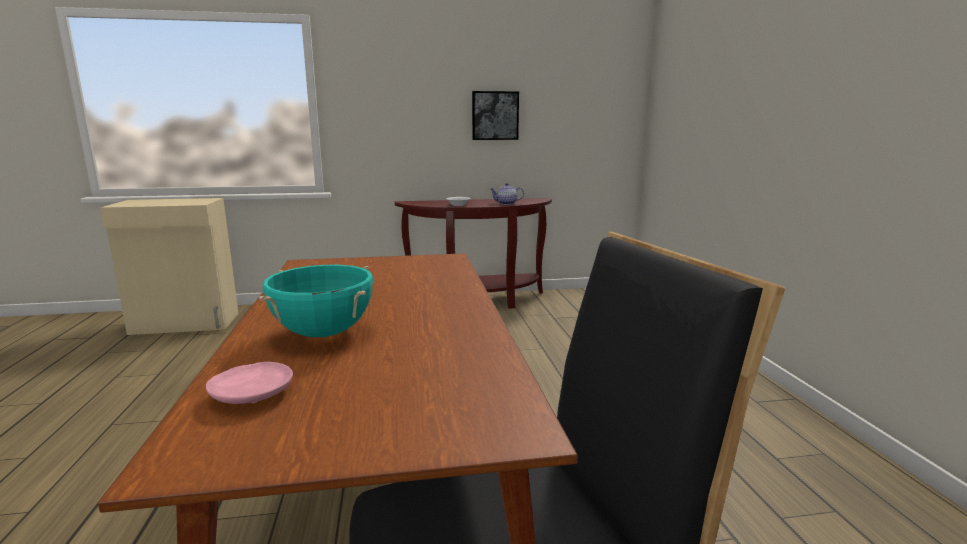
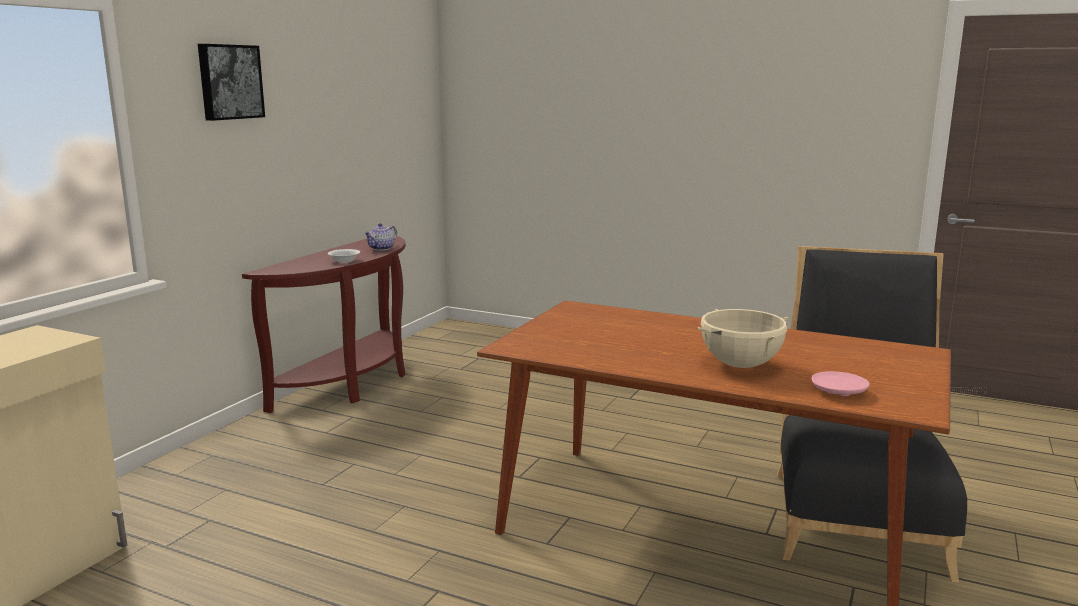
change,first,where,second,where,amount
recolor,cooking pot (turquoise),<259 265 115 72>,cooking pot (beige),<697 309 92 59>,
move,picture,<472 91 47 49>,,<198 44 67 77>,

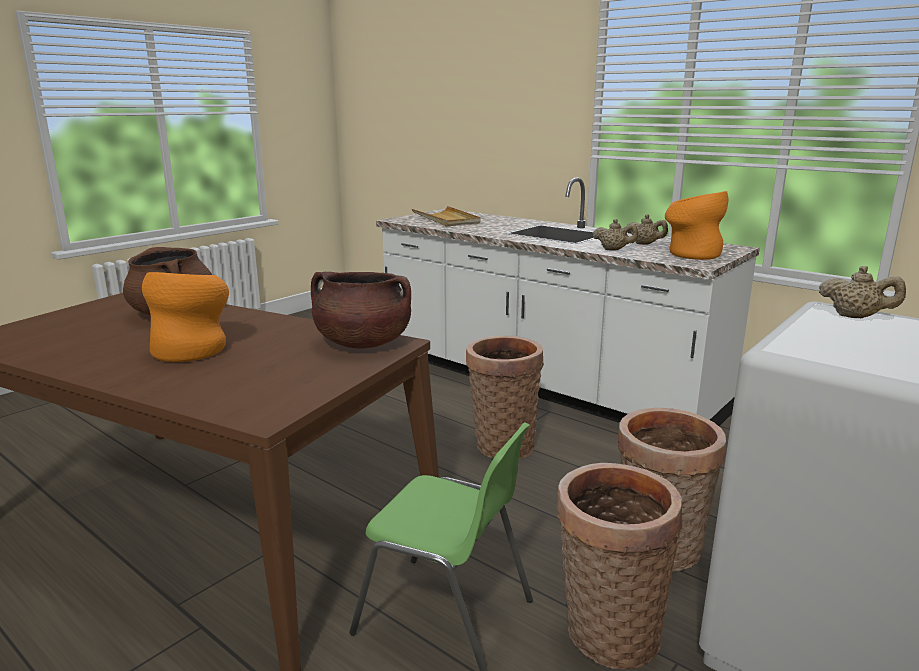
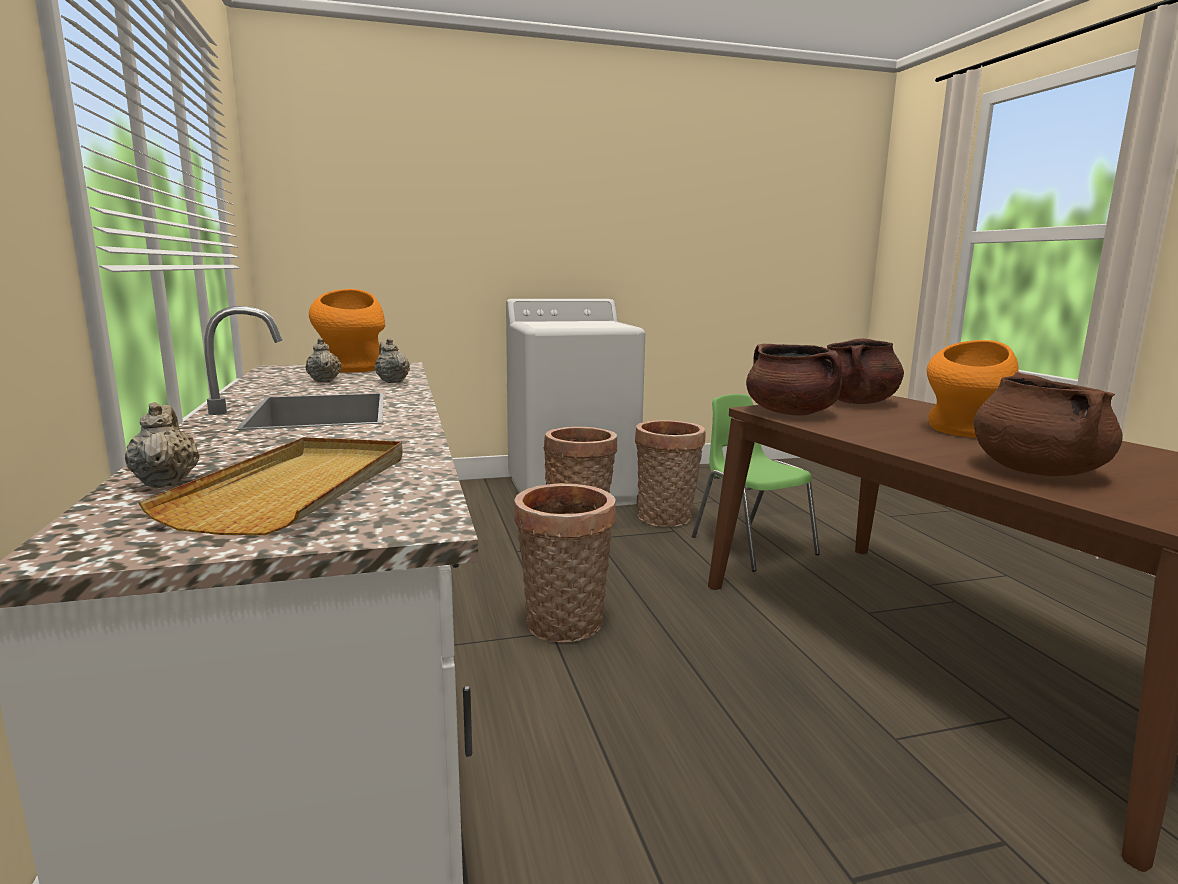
change,first,where,second,where,amount
move,teapot (beige),<819 266 87 52>,,<125 402 75 85>,
insert,,,cooking pot (brown),<827 338 77 66>,

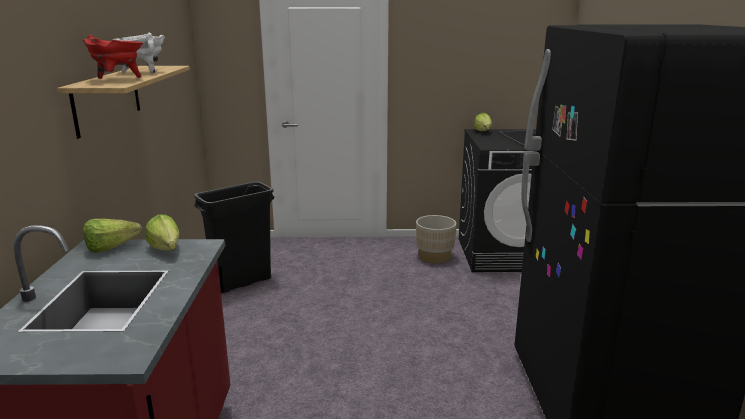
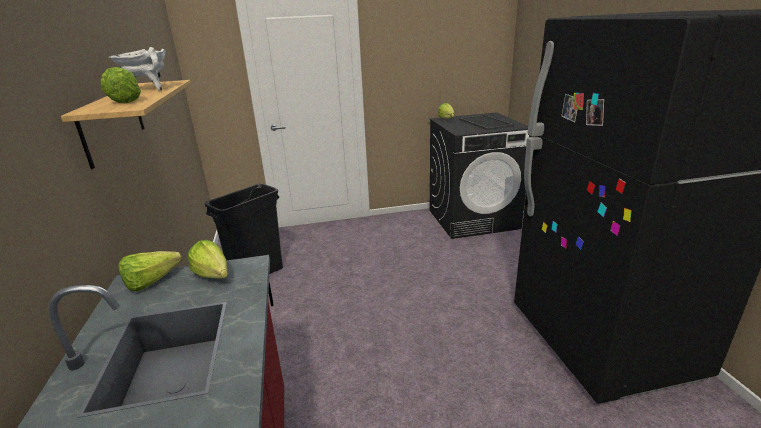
change,first,where,second,where,amount
replace,cooking pot (red),<83 34 60 45>,lettuce,<100 67 41 36>,
delete,planter (beige),<416 215 41 48>,,,

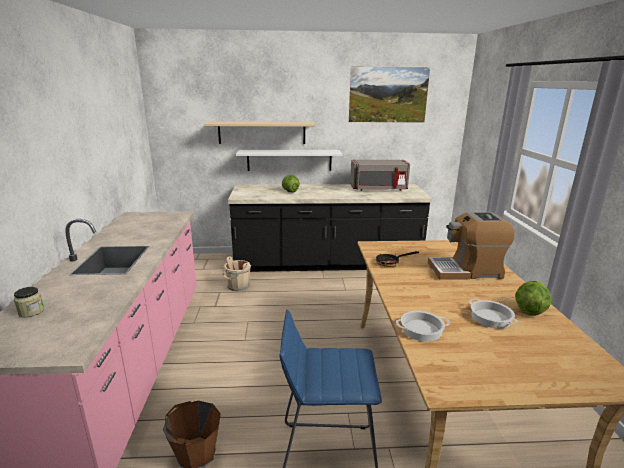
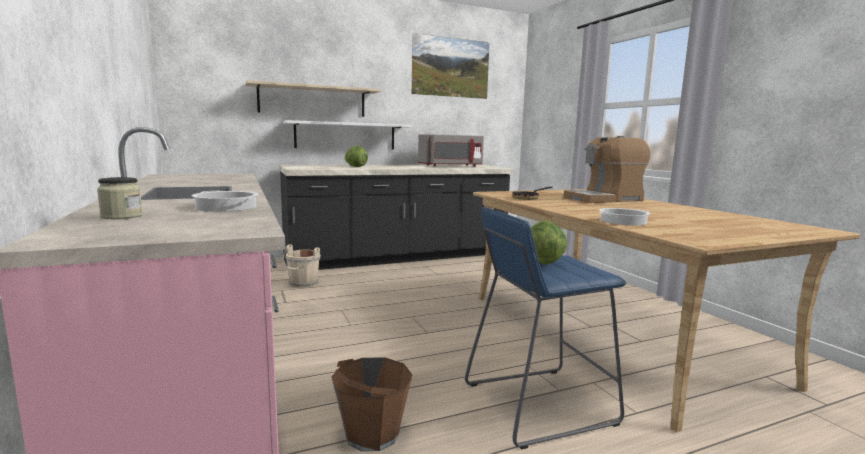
change,first,where,second,where,amount
move,cooking pot,<469 298 49 31>,,<191 191 68 21>,
move,lettuce,<515 281 36 35>,,<531 220 36 45>,

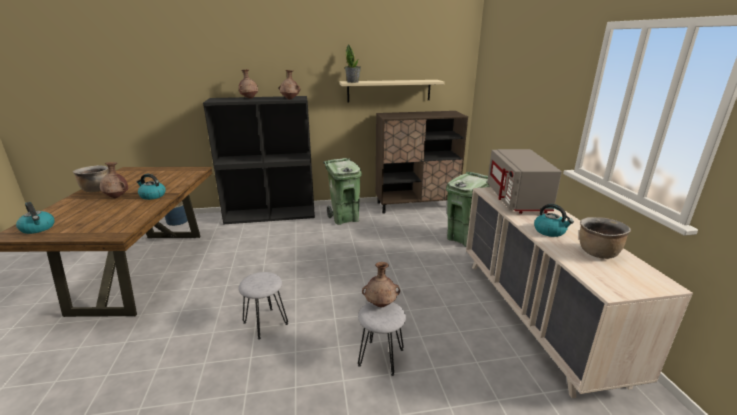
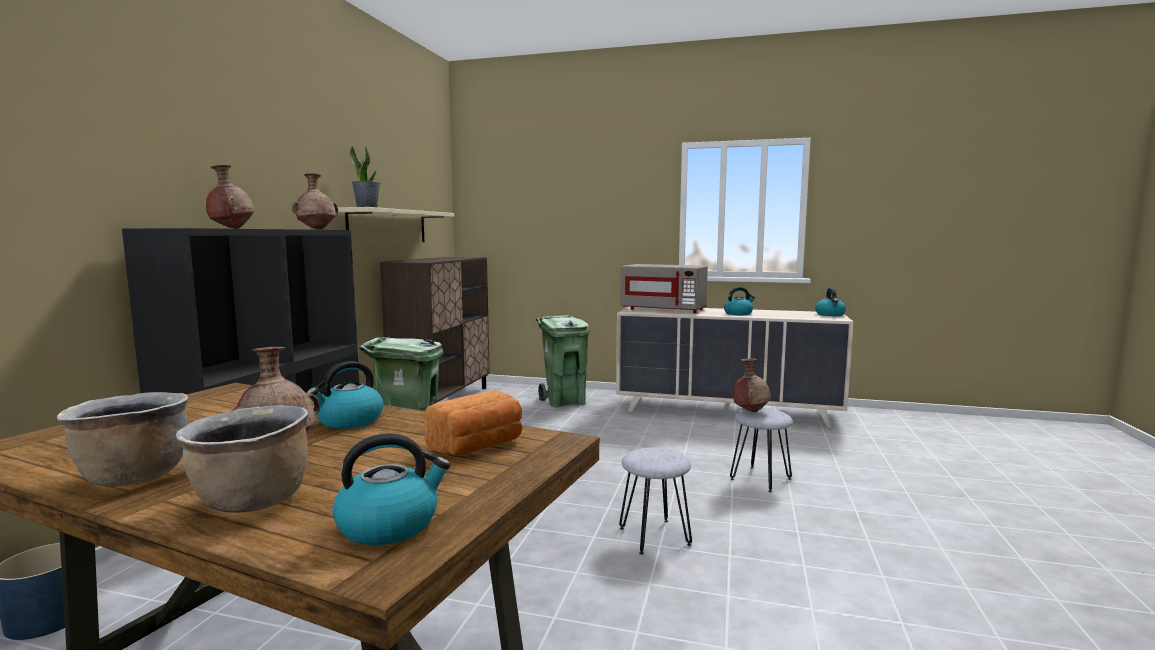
change,first,where,second,where,amount
move,cooking pot (brown),<579 217 52 42>,,<176 405 133 108>,
insert,,,bread,<424 390 98 66>,
insert,,,kettle,<815 288 31 28>,

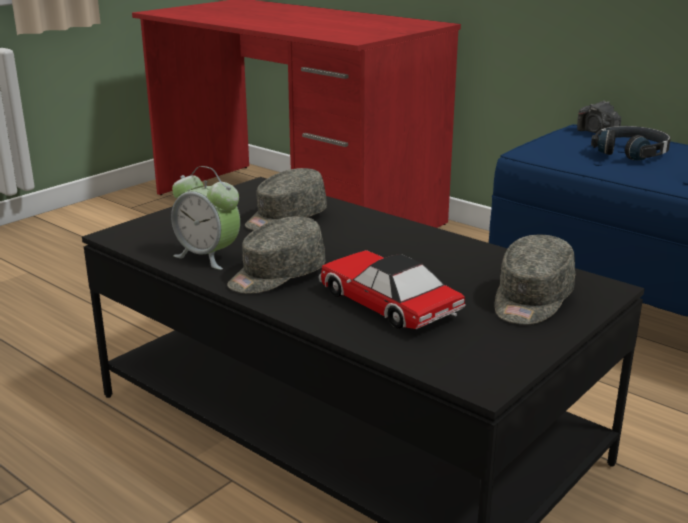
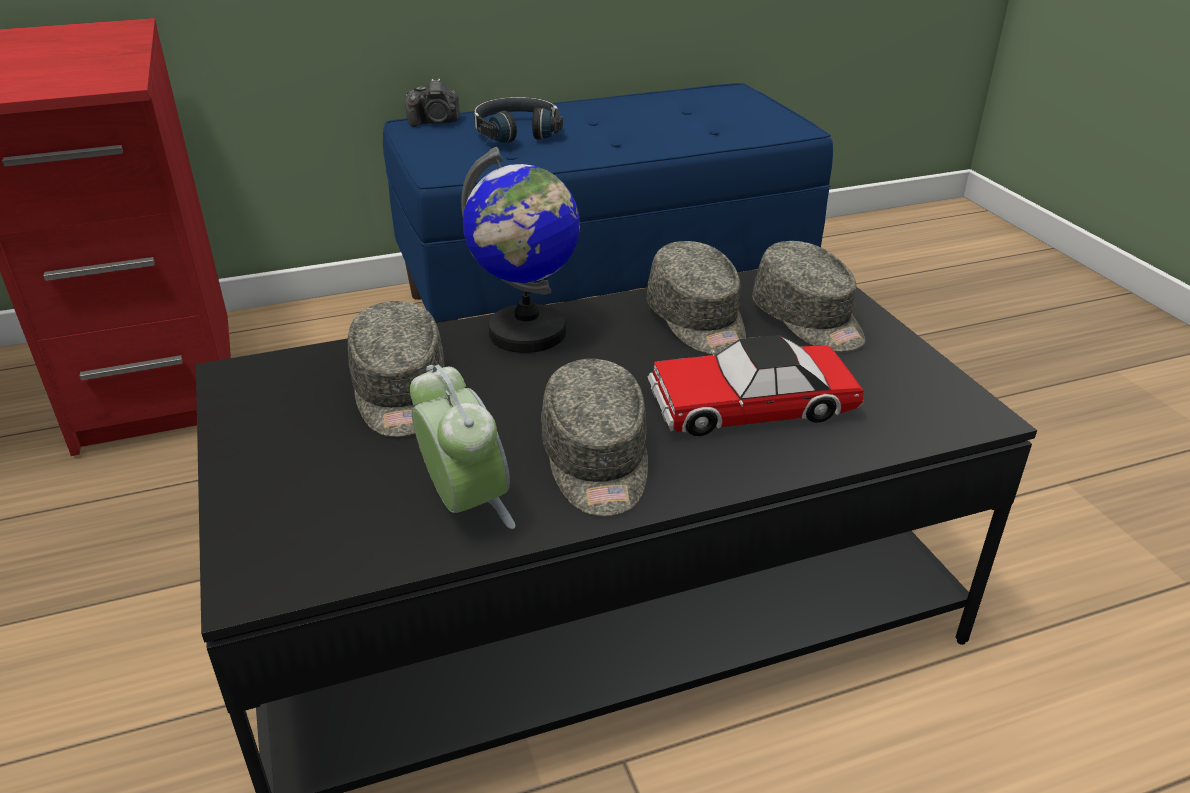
change,first,where,second,where,amount
rotate,alarm clock,<171 166 69 104>,,<410 365 105 164>,90 degrees counterclockwise
insert,,,globe,<461 147 119 206>,
insert,,,cap (grey),<647 241 99 114>,

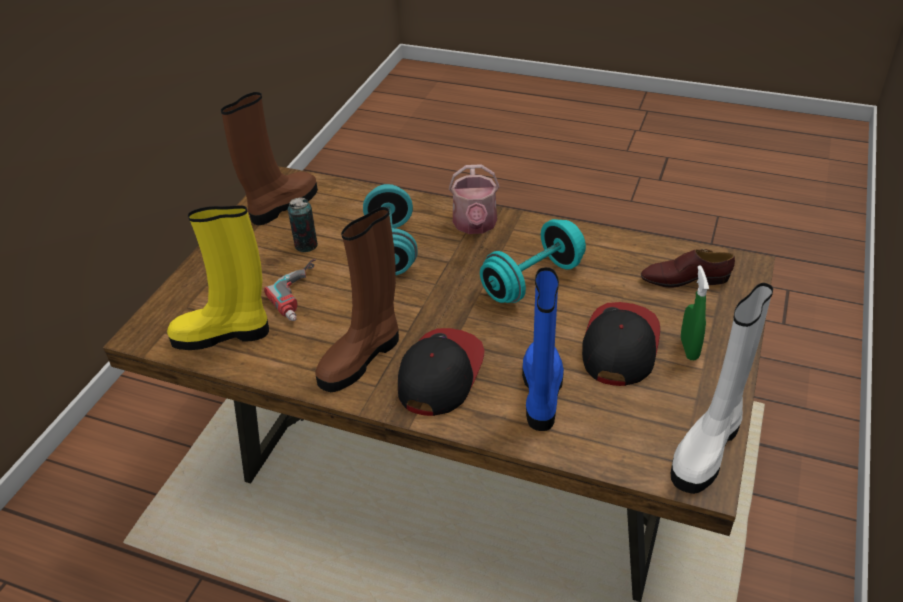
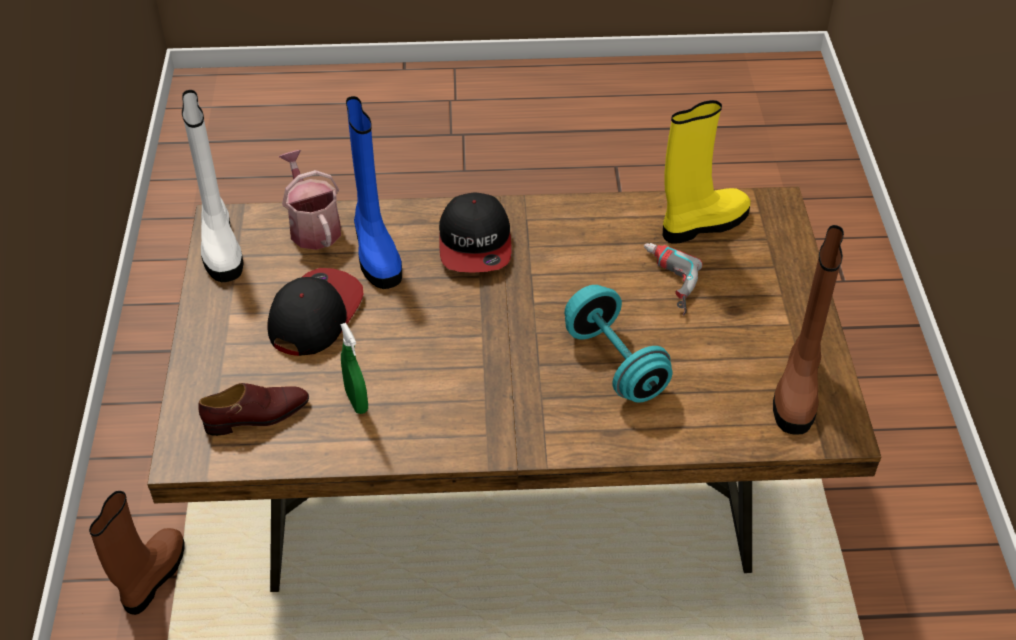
change,first,where,second,where,amount
delete,can,<287 198 31 54>,,,
move,boot (brown),<315 207 84 185>,,<89 491 96 124>,
move,watering can,<449 164 50 70>,,<279 150 62 100>,
delete,dumbbell (turquoise),<480 219 106 84>,,,
rotate,cap,<582 302 78 84>,,<268 268 95 88>,150 degrees counterclockwise
rotate,boot (white),<671 283 102 211>,,<182 90 62 192>,150 degrees clockwise
move,spray bottle (green),<681 265 28 95>,,<340 323 28 91>,

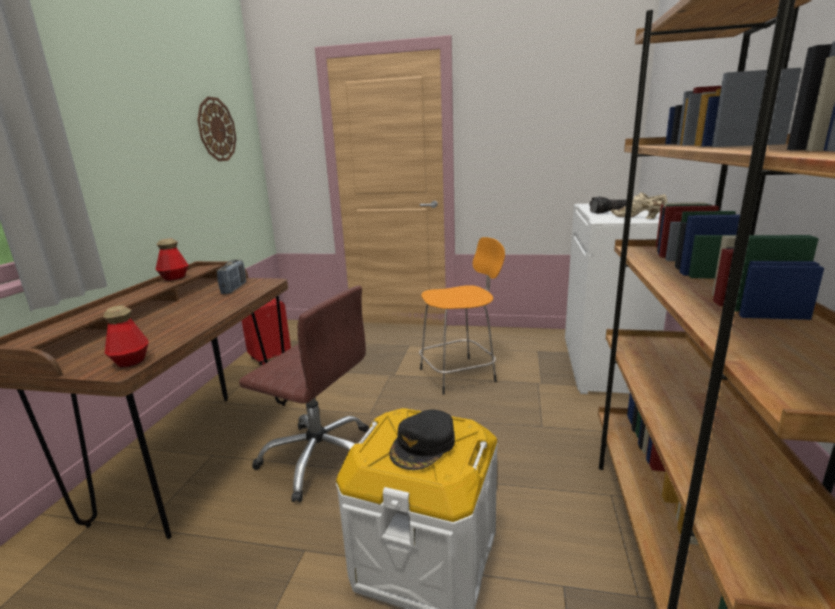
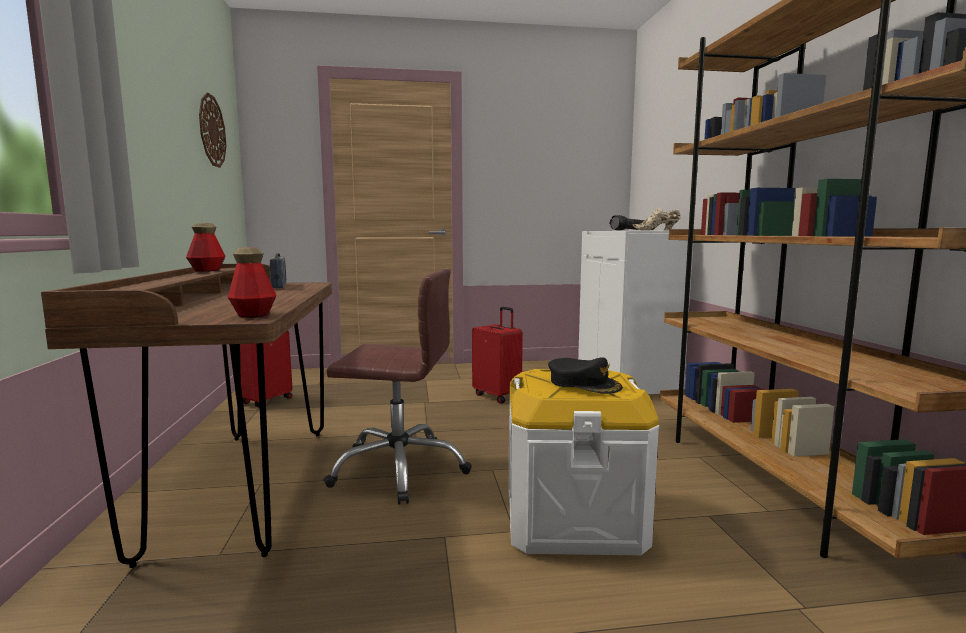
change,first,where,second,where,amount
rotate,cap (black),<389 410 66 60>,,<548 357 75 37>,60 degrees counterclockwise
replace,stool (orange),<419 237 86 158>,suitcase (red),<472 307 51 96>,

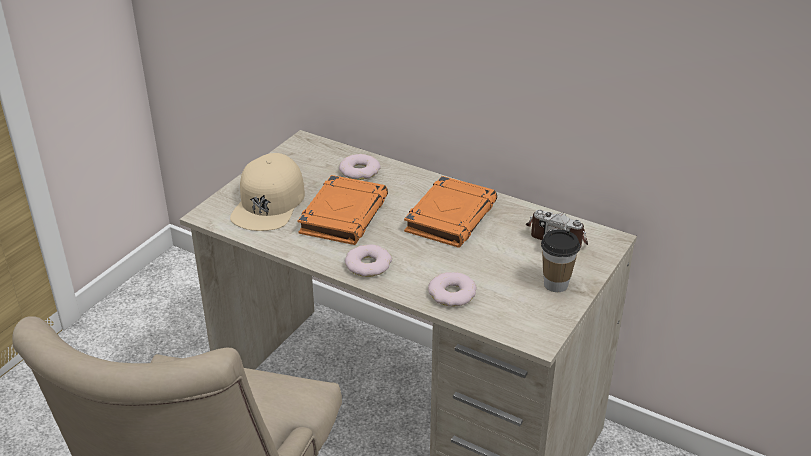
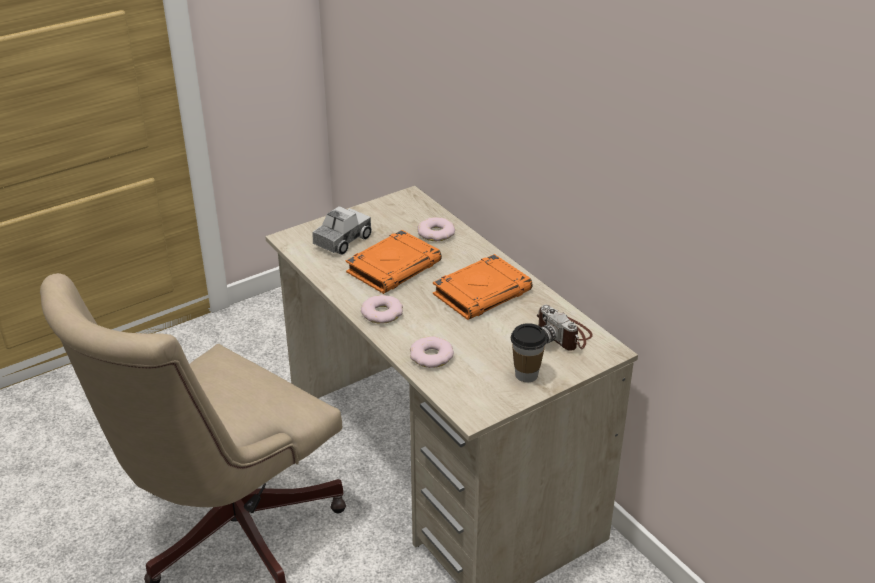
change,first,where,second,where,amount
replace,cap (beige),<230 153 75 78>,toy truck,<313 206 59 49>,

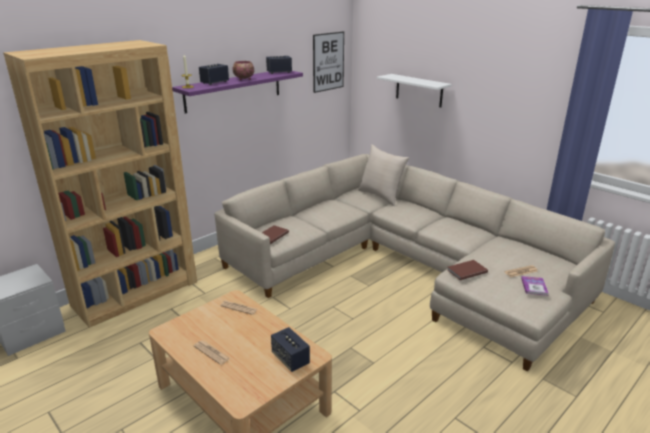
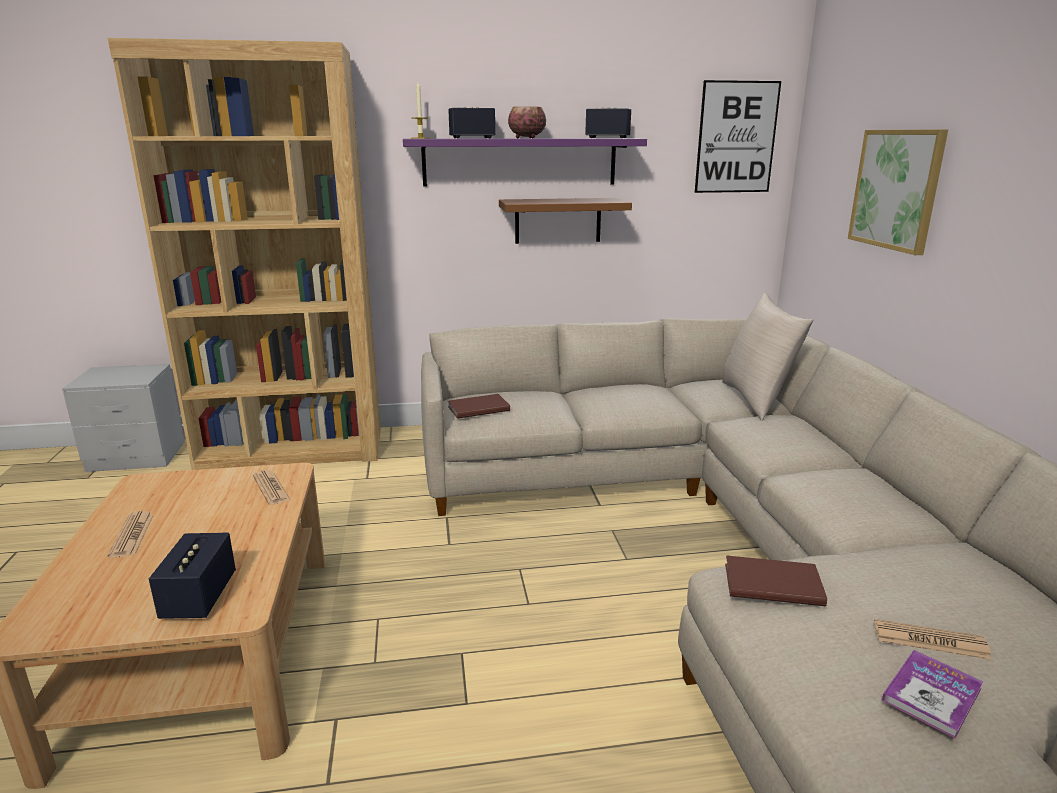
change,first,where,second,where,amount
replace,shelf (white),<377 74 75 33>,picture,<848 130 100 125>,
insert,,,shelf (brown),<499 198 133 46>,

